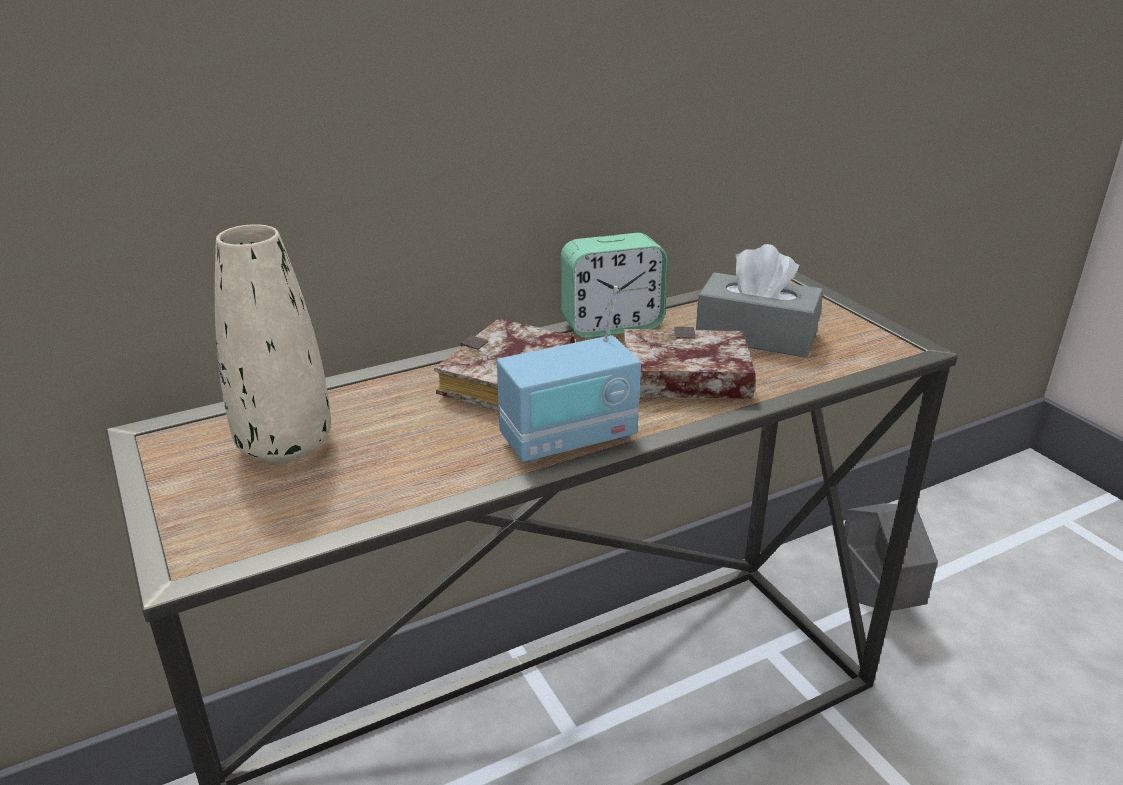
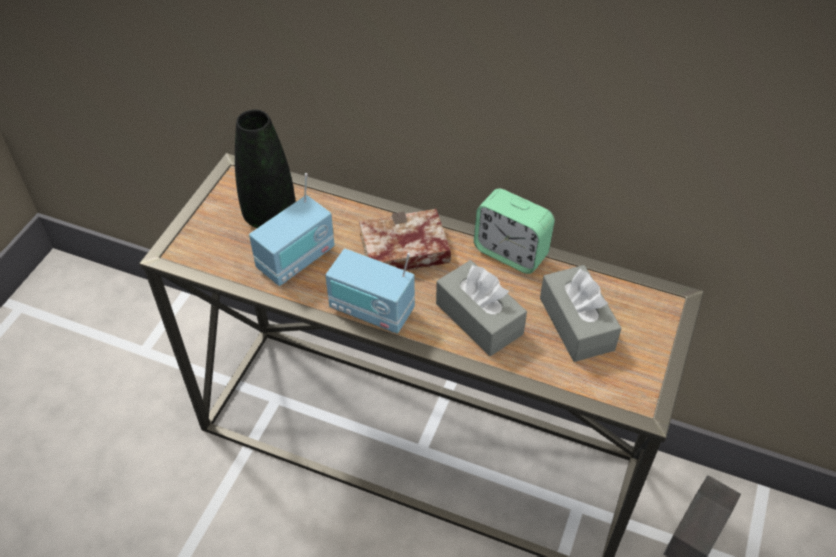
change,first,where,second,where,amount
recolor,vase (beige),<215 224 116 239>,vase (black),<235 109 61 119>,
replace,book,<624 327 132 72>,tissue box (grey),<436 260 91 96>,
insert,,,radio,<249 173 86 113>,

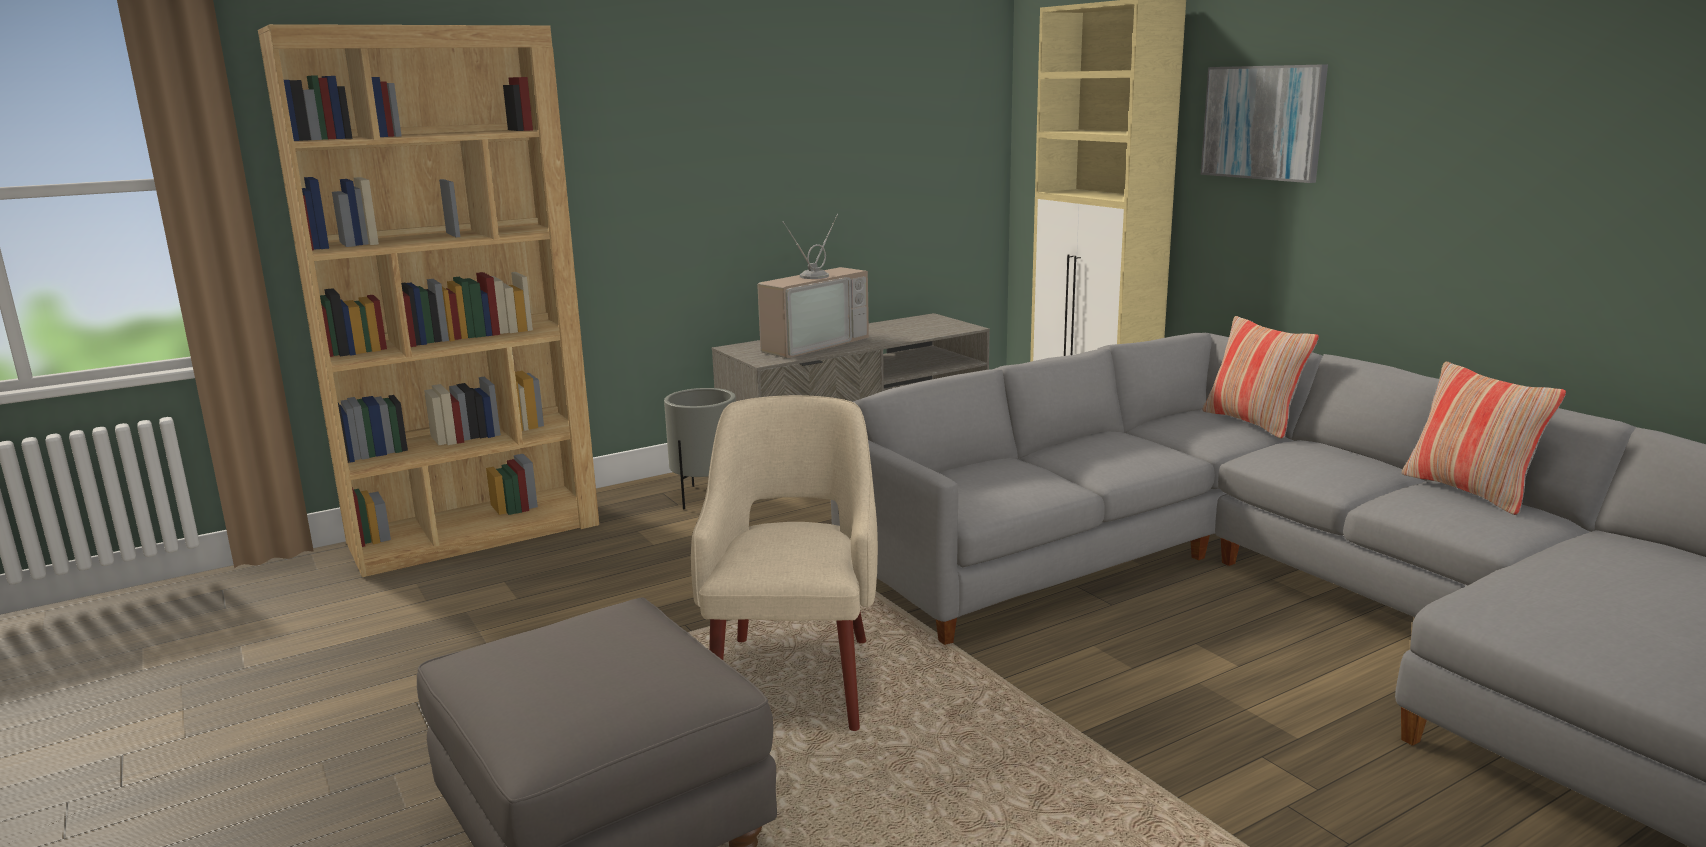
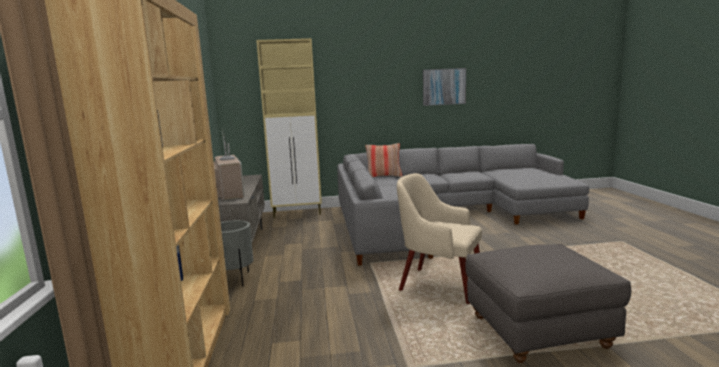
change,first,where,second,where,amount
move,picture,<1201 64 127 119>,,<423 68 43 38>,
delete,pillow,<1402 362 164 153>,,,

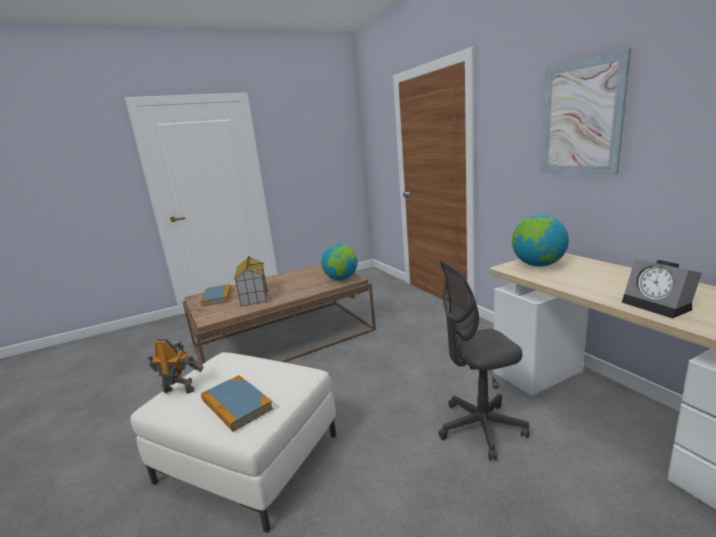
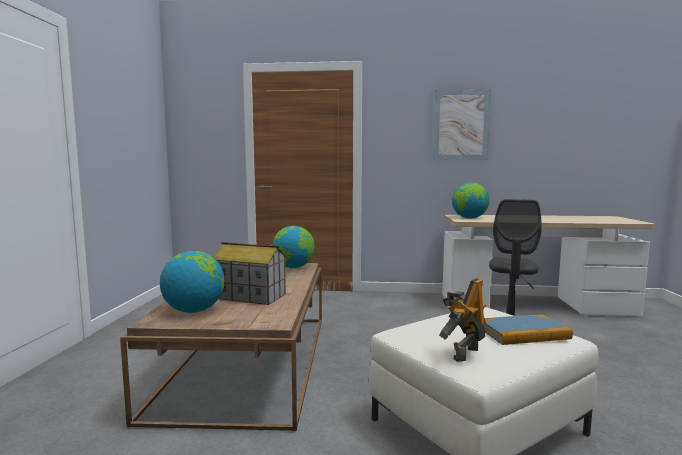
change,first,where,second,where,amount
replace,book,<200 284 31 23>,globe,<160 251 65 62>,
delete,alarm clock,<622 259 80 60>,,,

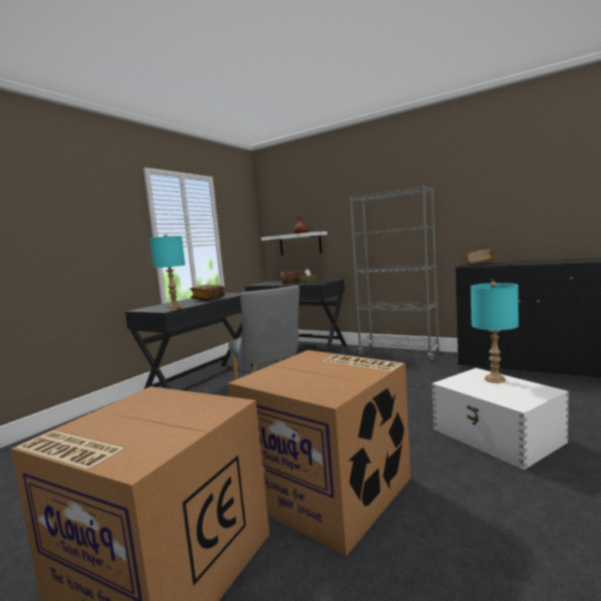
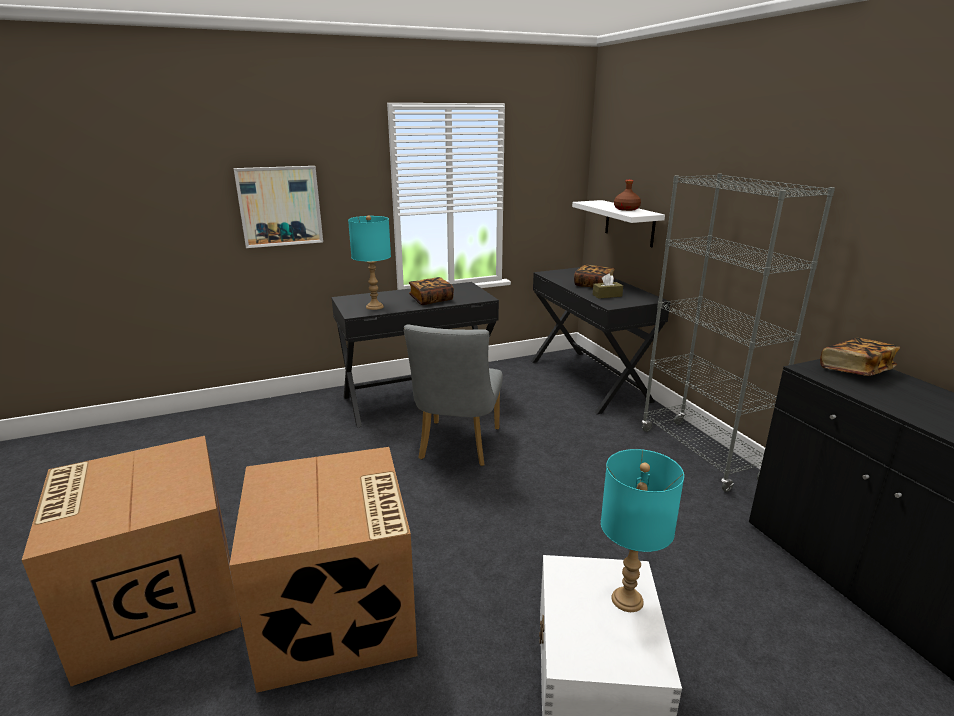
change,first,where,second,where,amount
insert,,,picture,<234 166 89 82>,

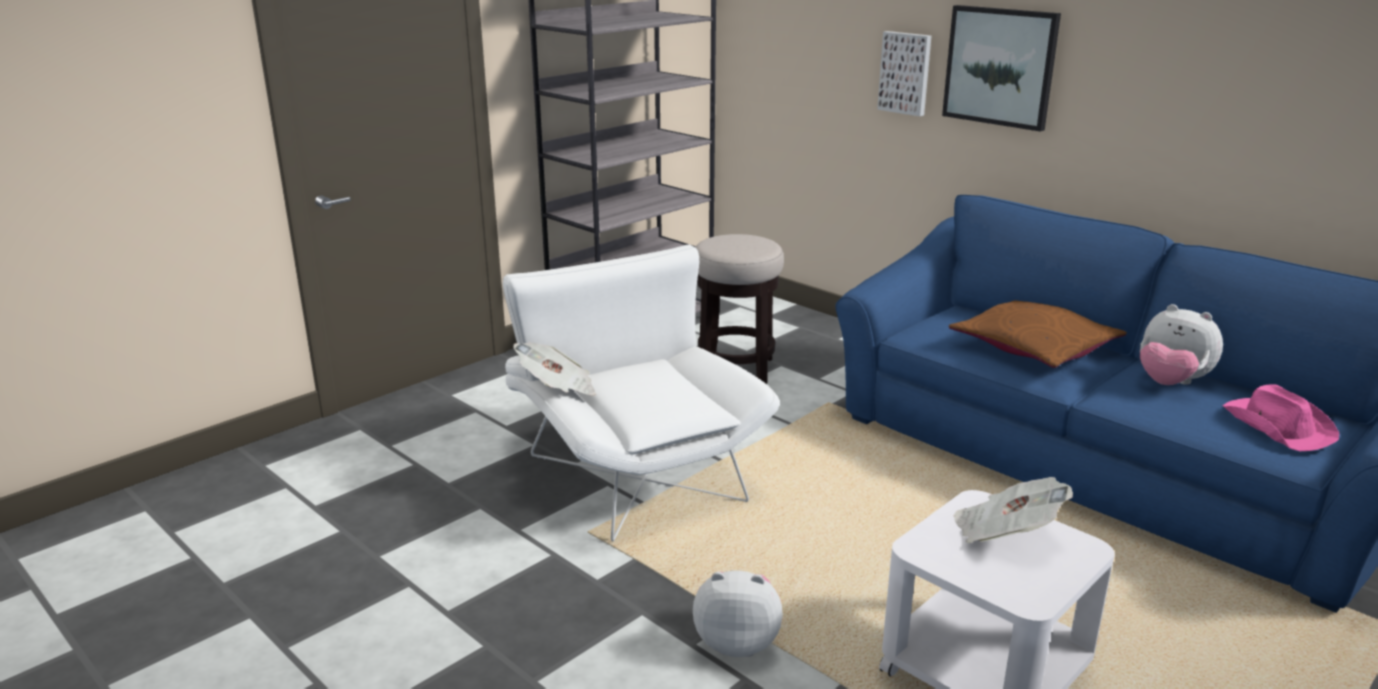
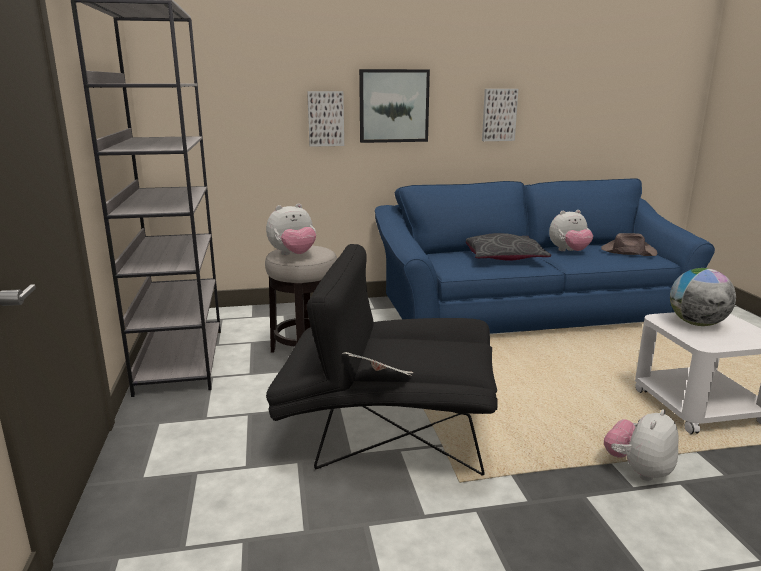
change,first,where,second,where,amount
recolor,armchair (white),<503 245 277 296>,armchair (black),<266 244 232 232>,
recolor,pillow (brown),<949 301 178 67>,pillow (grey),<466 233 85 28>,
replace,newspaper,<953 477 120 66>,globe,<670 268 66 58>,
recolor,hat (pink),<1222 384 117 67>,hat (brown),<601 233 56 23>,
insert,,,plush toy,<266 203 50 52>,
insert,,,picture,<482 89 36 52>,

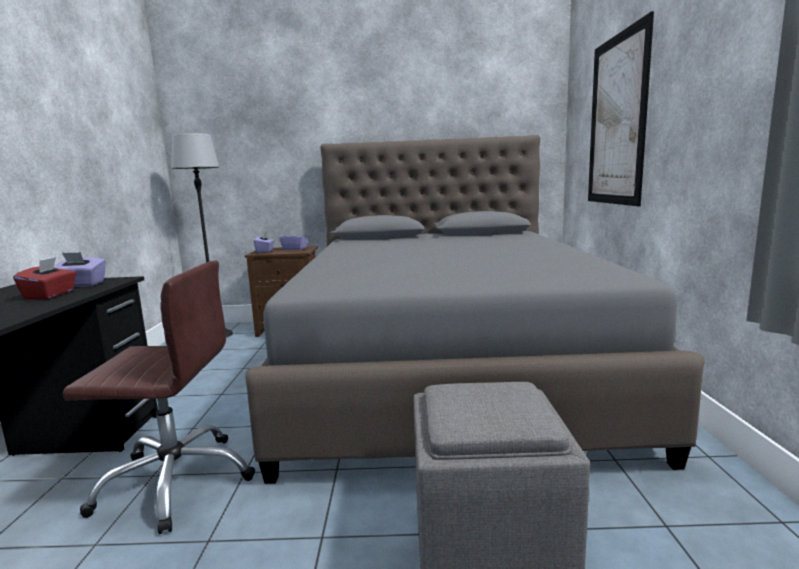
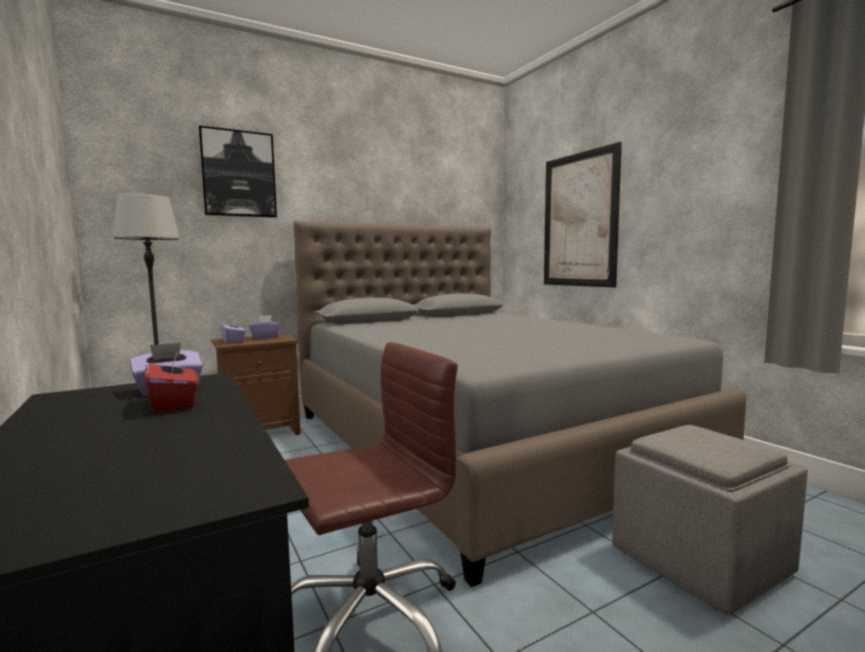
change,first,where,second,where,amount
insert,,,picture,<199 126 78 92>,

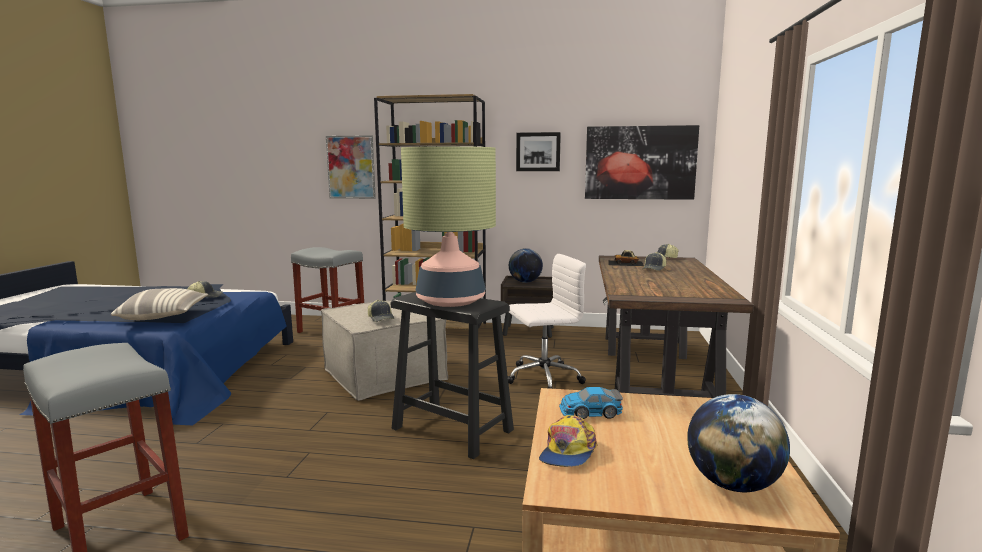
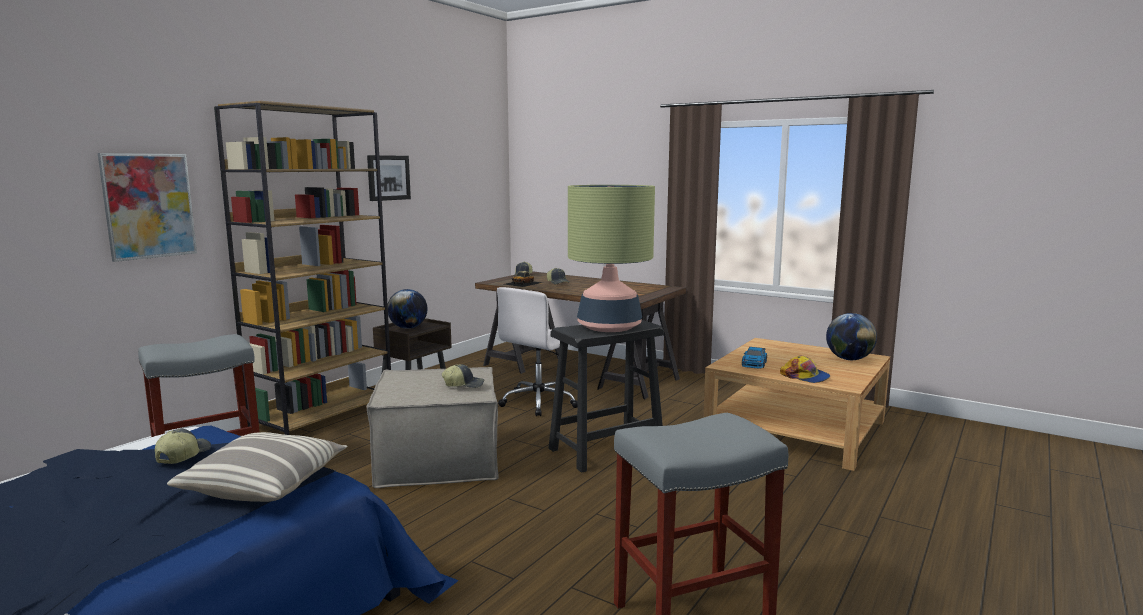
change,first,where,second,where,amount
rotate,office chair (white),<508 254 78 135>,,<497 287 81 129>,150 degrees counterclockwise
delete,picture,<585 125 114 75>,,,

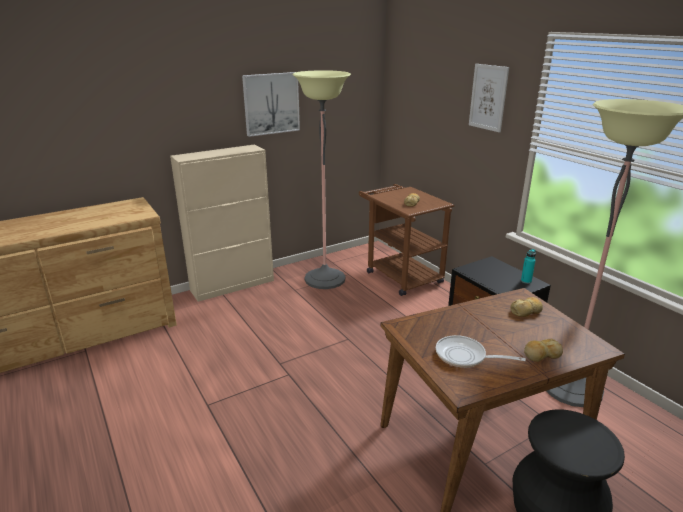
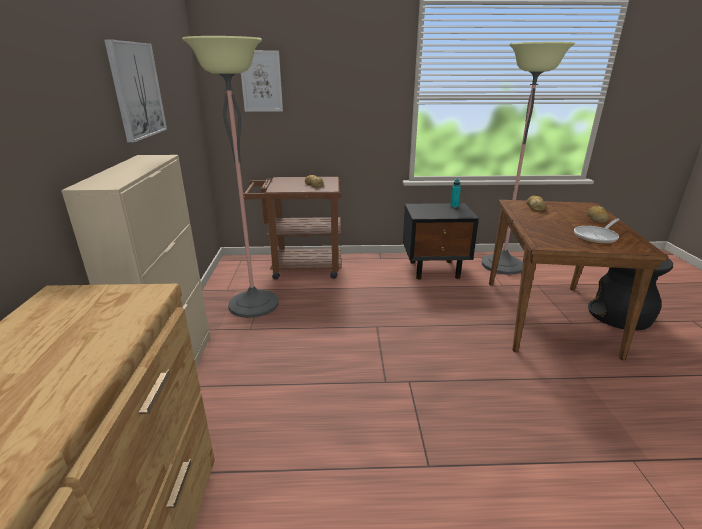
change,first,where,second,where,amount
move,picture,<469 64 40 68>,,<241 50 42 62>,

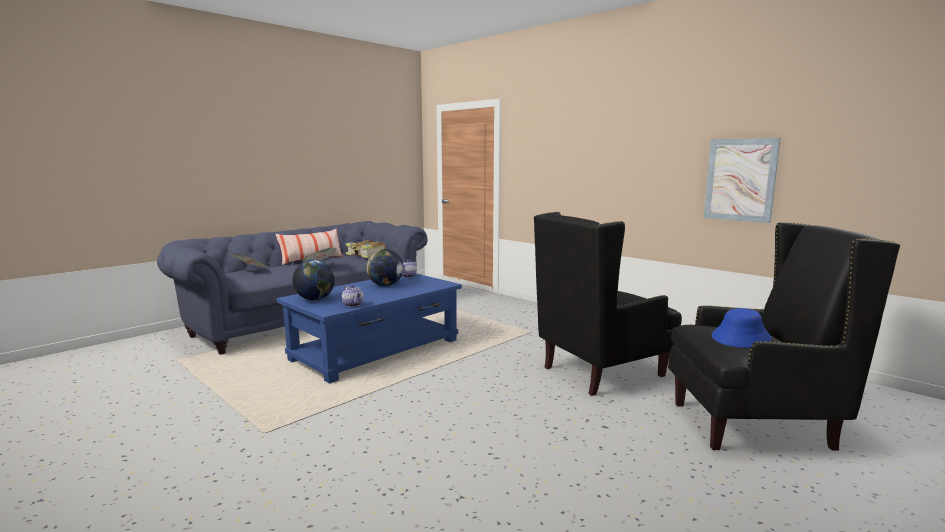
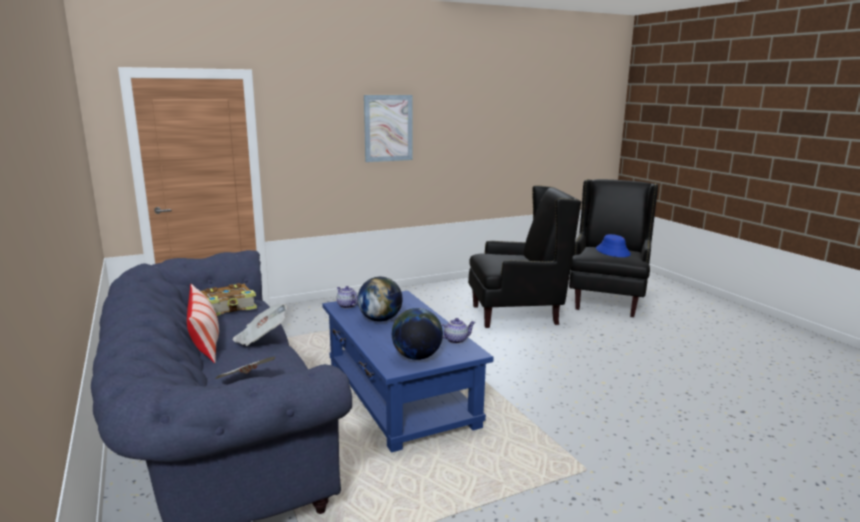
change,first,where,second,where,amount
rotate,armchair (black),<534 212 148 184>,,<468 186 113 142>,90 degrees counterclockwise
move,picture,<704 138 76 85>,,<364 95 48 67>,

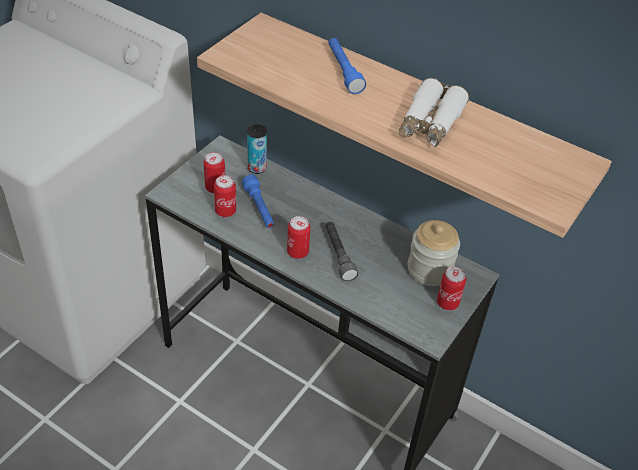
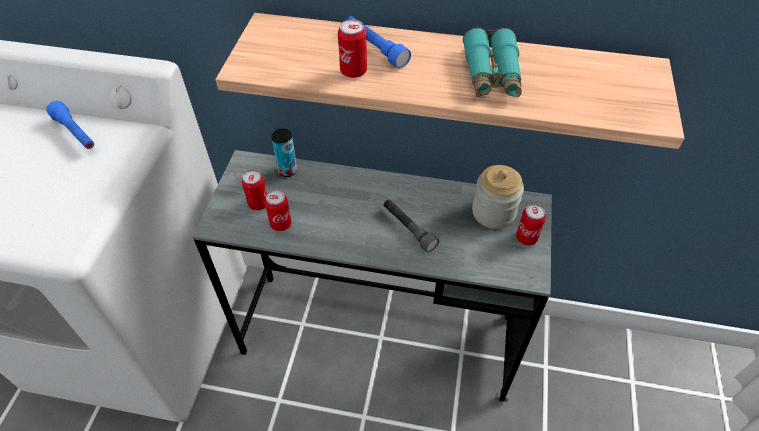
change,first,where,second,where,amount
move,flashlight (blue),<242 175 32 53>,,<46 101 48 48>,
move,can,<287 216 23 43>,,<338 19 29 59>,
recolor,binoculars (white),<399 78 70 69>,binoculars (turquoise),<463 28 59 70>,

